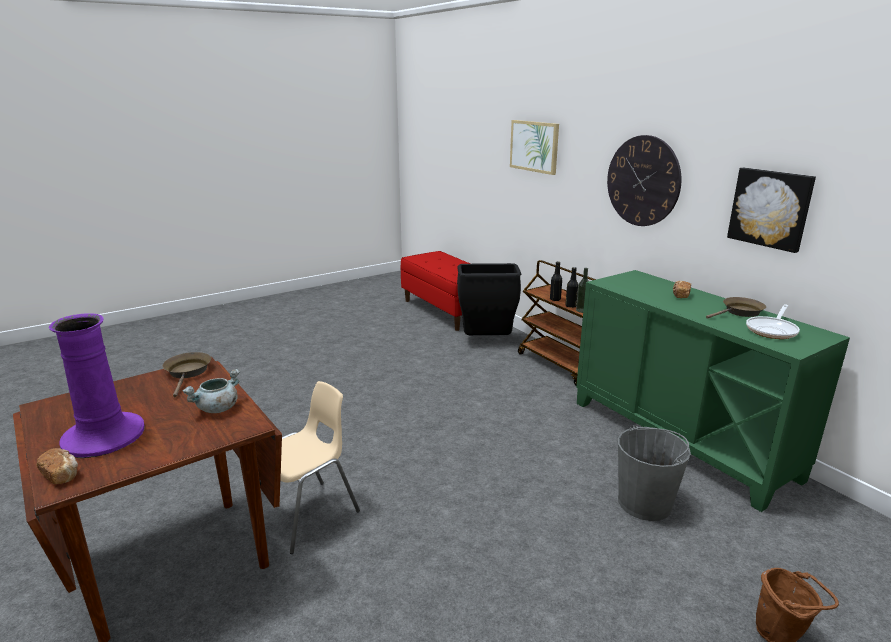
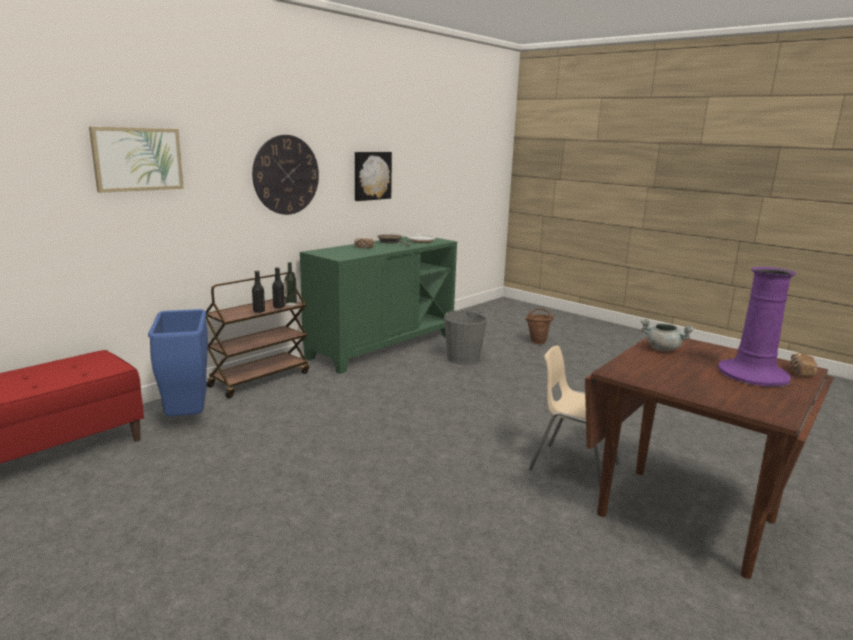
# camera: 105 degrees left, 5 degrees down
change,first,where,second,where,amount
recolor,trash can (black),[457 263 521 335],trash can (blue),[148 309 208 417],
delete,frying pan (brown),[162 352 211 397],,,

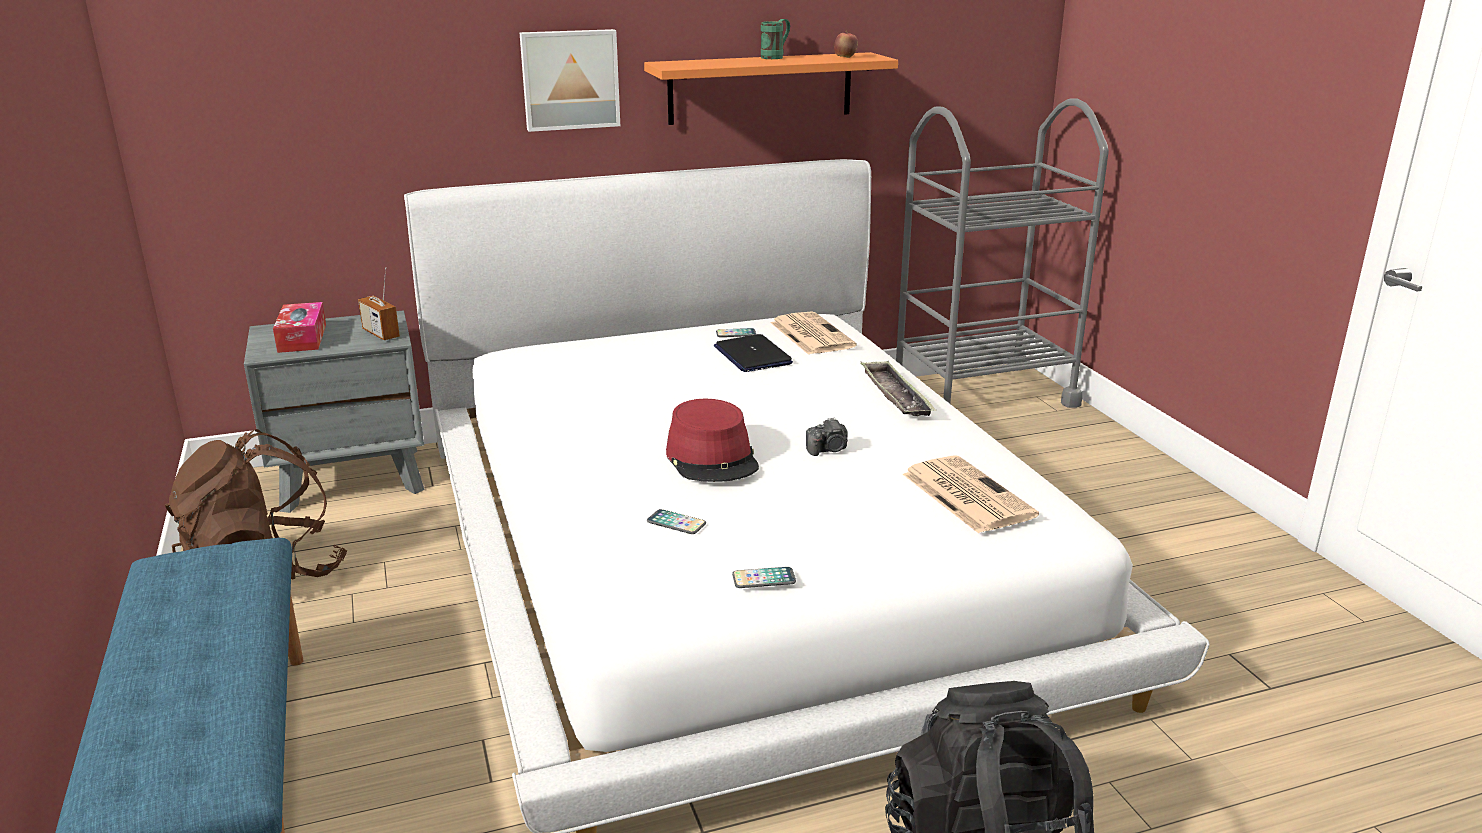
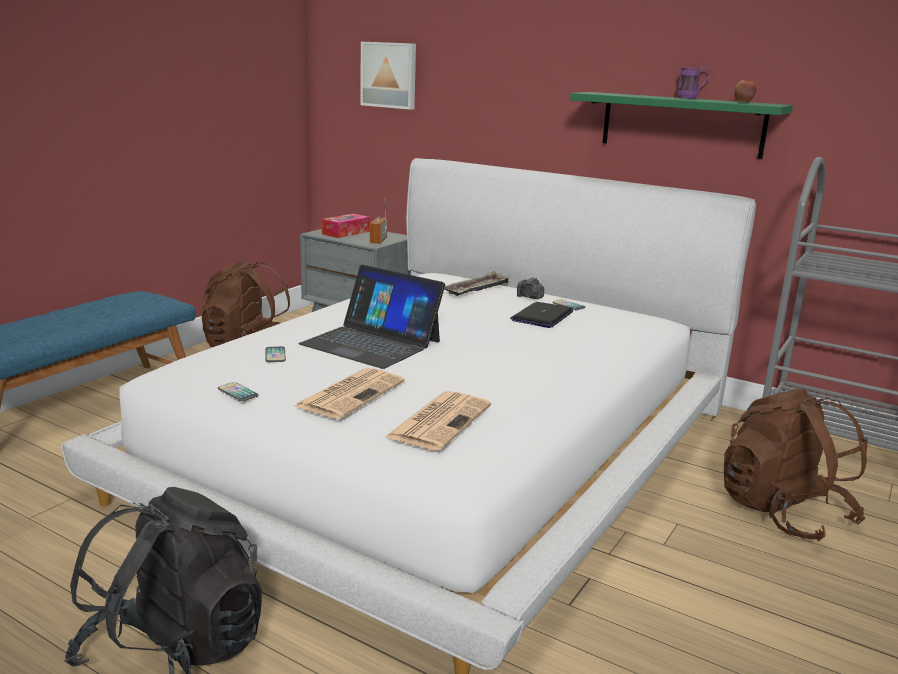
# camera: 50 degrees right, 5 degrees down
change,first,where,second,where,amount
move,newspaper,[770 311 857 355],,[295 368 405 419],
replace,hat (red),[666 399 759 482],laptop,[299 265 445 369],
move,picture,[520 29 620 132],,[360 42 416 110],
move,tray,[860 361 936 416],,[444 271 511 296],
move,photo camera,[806 417 848 456],,[517 277 544 299],
recolor,shelf (orange),[644 52 898 125],shelf (green),[570 92 793 159],
recolor,mug (green),[761 19 790 59],mug (purple),[677 67 711 99],
insert,,,backpack (brown),[724 388 868 542],

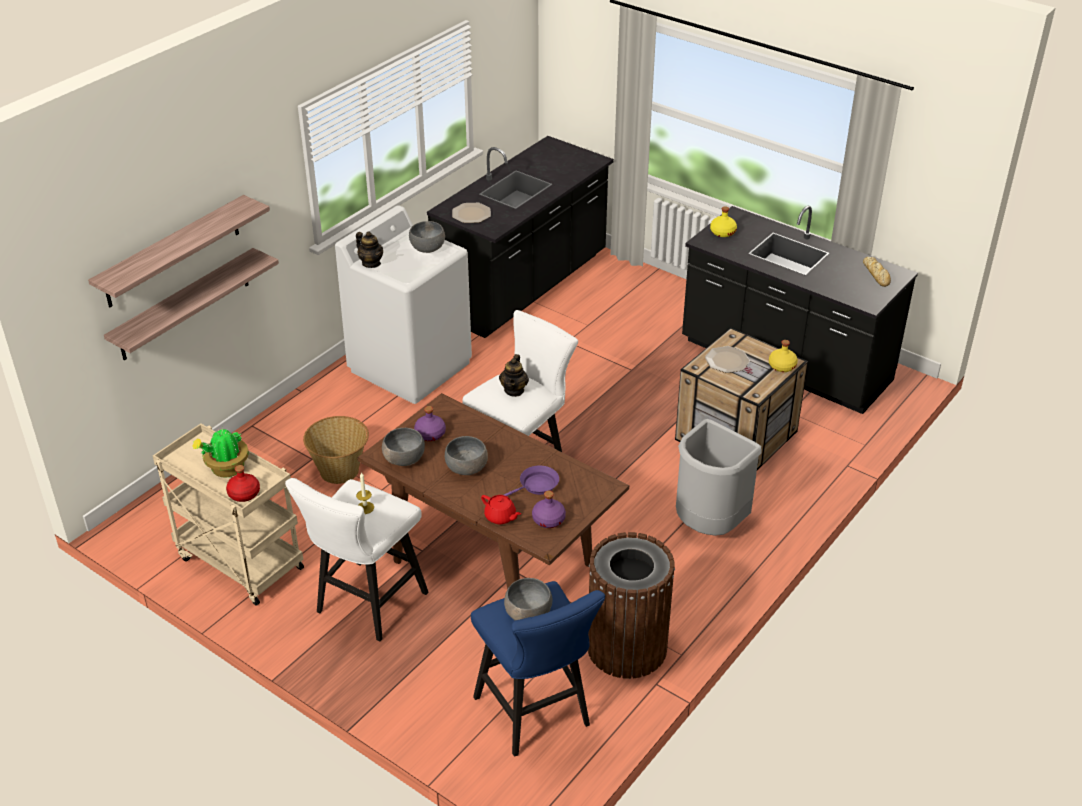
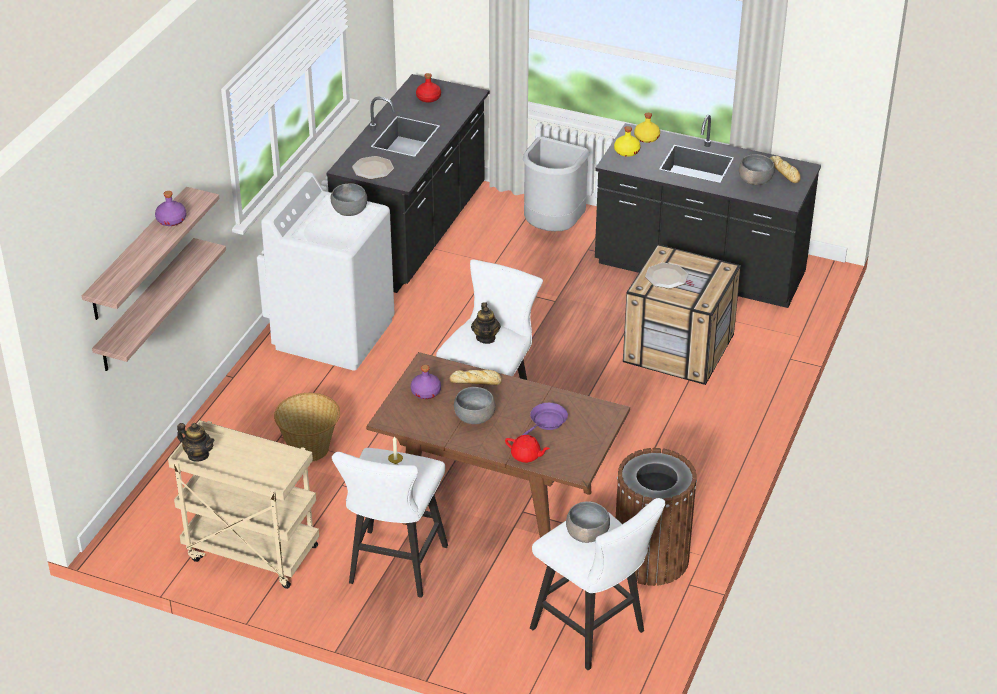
# camera: 15 degrees left, 0 degrees up
change,first,where,second,where,amount
move,bottle (purple),[532 491 566 528],,[155 191 187 226],
move,teapot,[356 232 383 268],,[177 423 215 462],
move,bottle (red),[226 465 260 502],,[416 73 441 103],
insert,,,bread,[449 370 502 385],
move,trash can (grey),[676 419 762 536],,[523 137 590 231],
recolor,stool (blue),[471 581 605 757],stool (white),[530 498 665 670],
move,bottle (yellow),[769 340 798 372],,[634 113 660 143],
move,bowl (grey),[382 428 425 466],,[739 154 775 185],
delete,potted plant,[192 426 249 478],,,

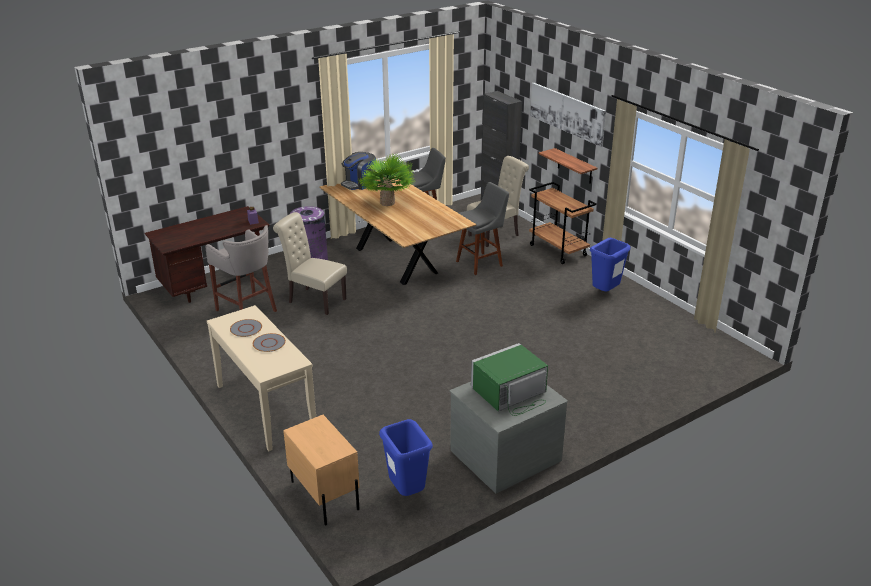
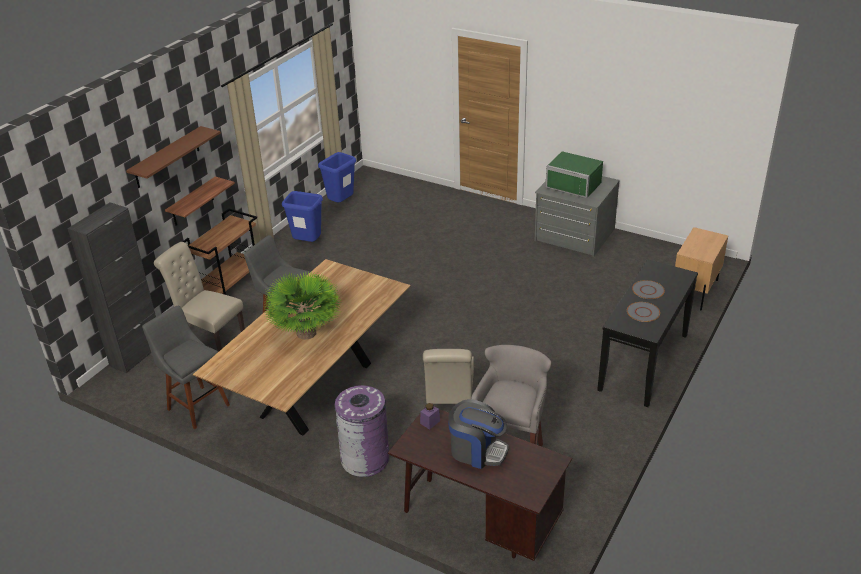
# camera: 115 degrees left, 5 degrees up
change,first,where,second,where,amount
replace,picture,[530 83 606 147],shelf (brown),[126 126 221 188],
move,trash can (blue),[379 419 433 496],,[318 152 356 203],
move,coffee machine,[341 152 376 190],,[448 399 509 469],
recolor,console table (beige),[207 305 316 451],console table (black),[597 260 698 407],

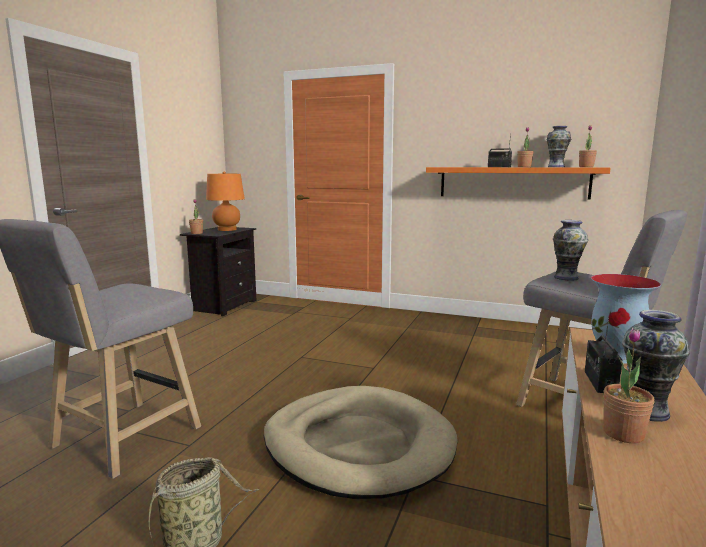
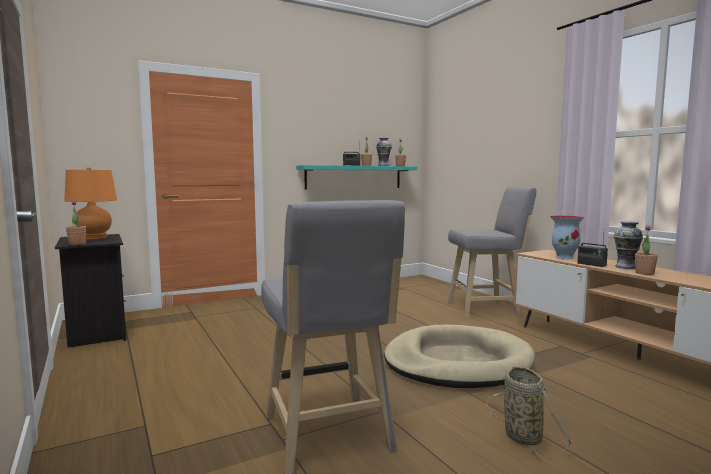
# camera: 50 degrees left, 5 degrees down
change,first,where,second,where,amount
recolor,shelf (orange),[426 167 611 199],shelf (turquoise),[296 165 417 190],
delete,vase,[553 220 588 281],,,

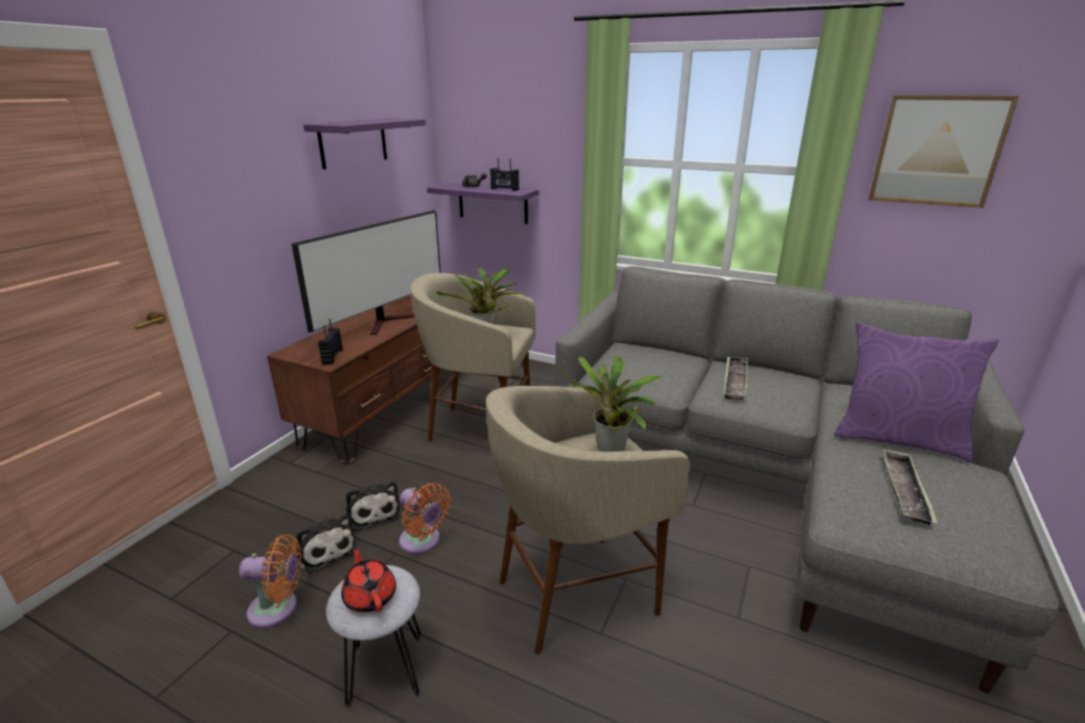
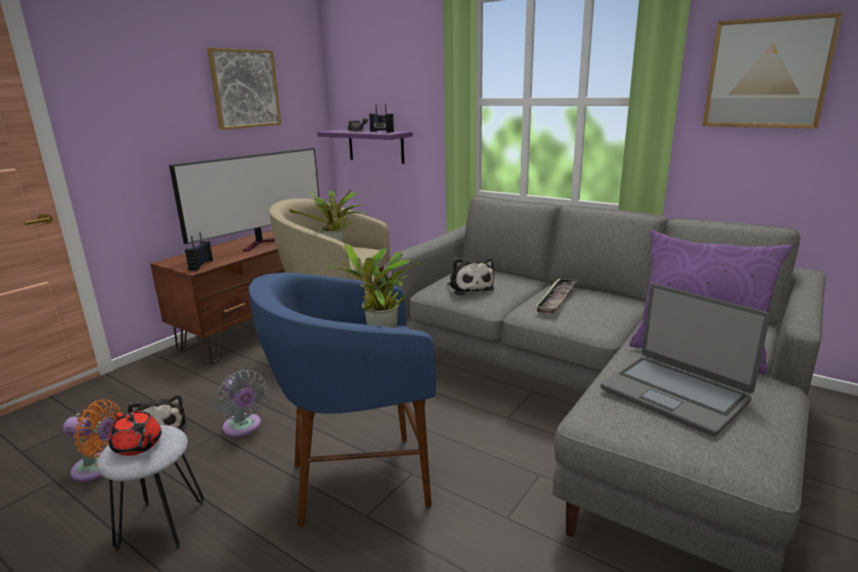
# camera: 10 degrees right, 5 degrees down
change,first,where,second,where,amount
rotate,teapot (red),[341 545 396 613],,[109 411 162 456],150 degrees clockwise
replace,shelf (purple),[304 118 426 169],picture,[207 48 281 130],
recolor,fan (orange),[399 483 451 554],fan (grey),[215 370 268 437],
recolor,stool (beige),[486 386 690 654],stool (blue),[248 273 436 527],
move,plush toy,[346 481 401 531],,[447 258 494 295],
replace,tray,[882 448 938 525],laptop,[600 284 770 436],

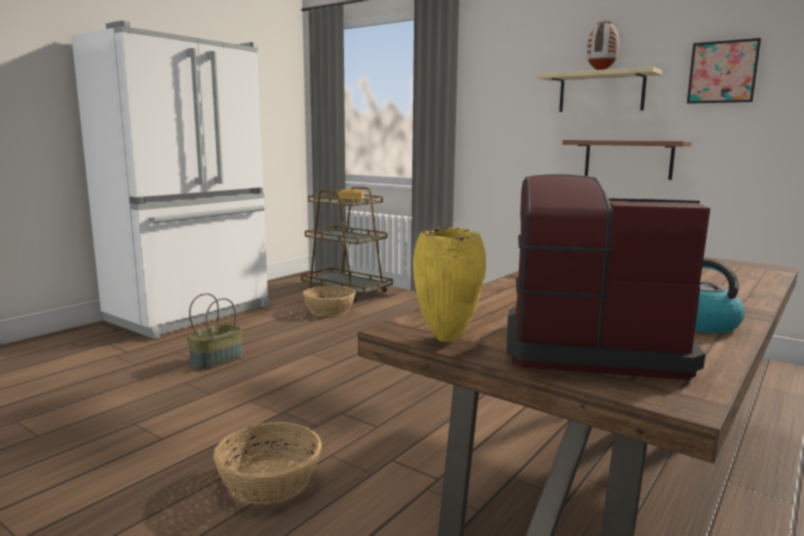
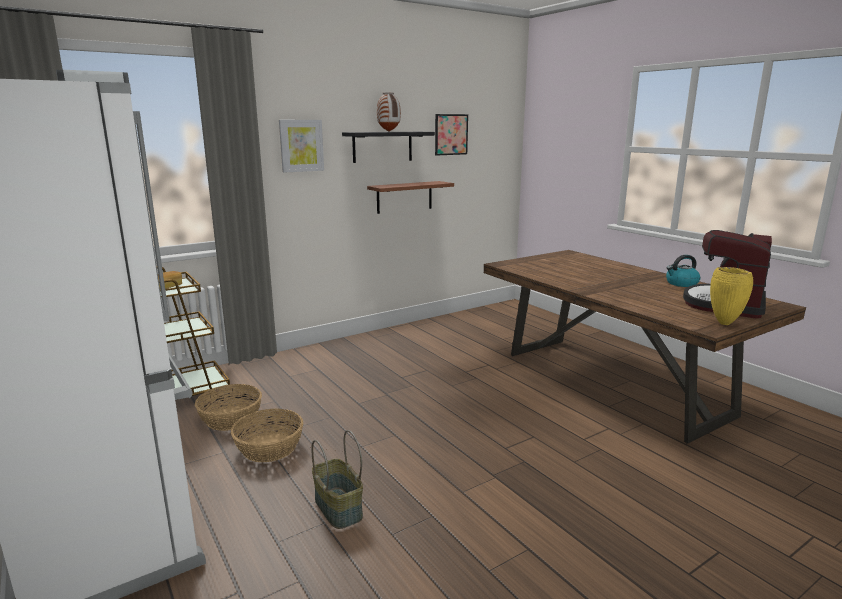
# camera: 70 degrees left, 5 degrees up
change,first,where,second,where,amount
move,basket,[213 422 322 504],,[231 408 303 462],
insert,,,picture,[279 120 324 173],
recolor,shelf (beige),[536 67 662 112],shelf (black),[342 132 435 163],

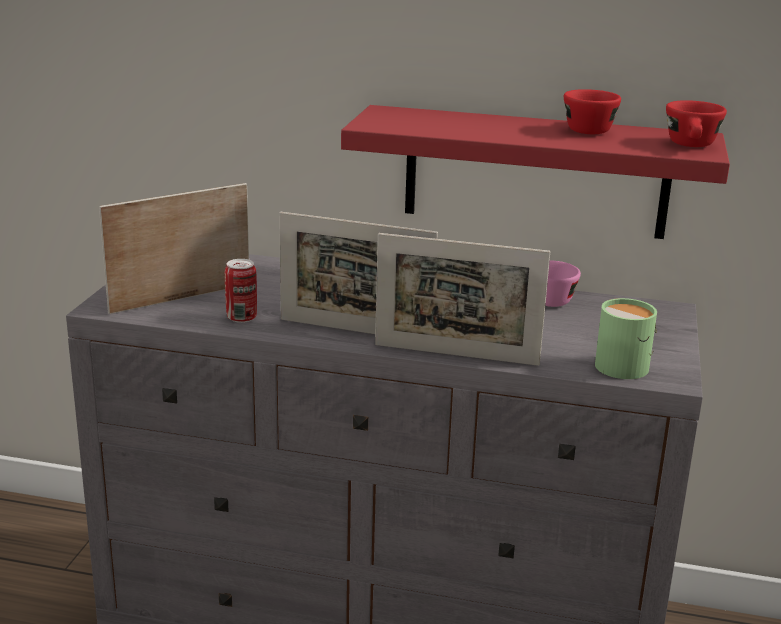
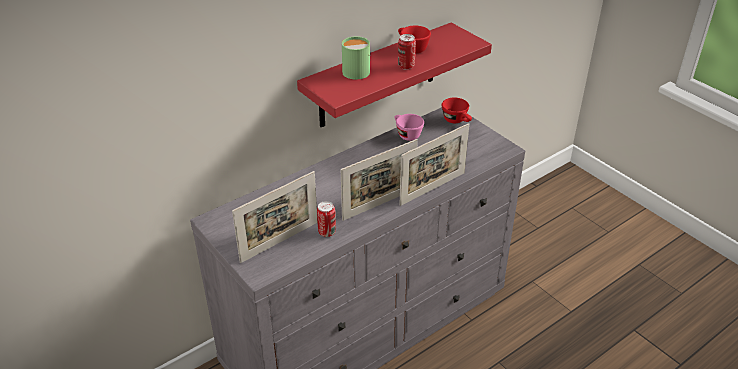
# camera: 50 degrees left, 15 degrees up
change,first,where,second,where,amount
rotate,picture frame,[99 183 249 314],,[232 171 318 263],135 degrees counterclockwise
move,mug (green),[595 298 657 379],,[342 36 371 80],
insert,,,can,[398 34 416 70],
move,cup (red),[666 100 727 147],,[442 98 472 123],

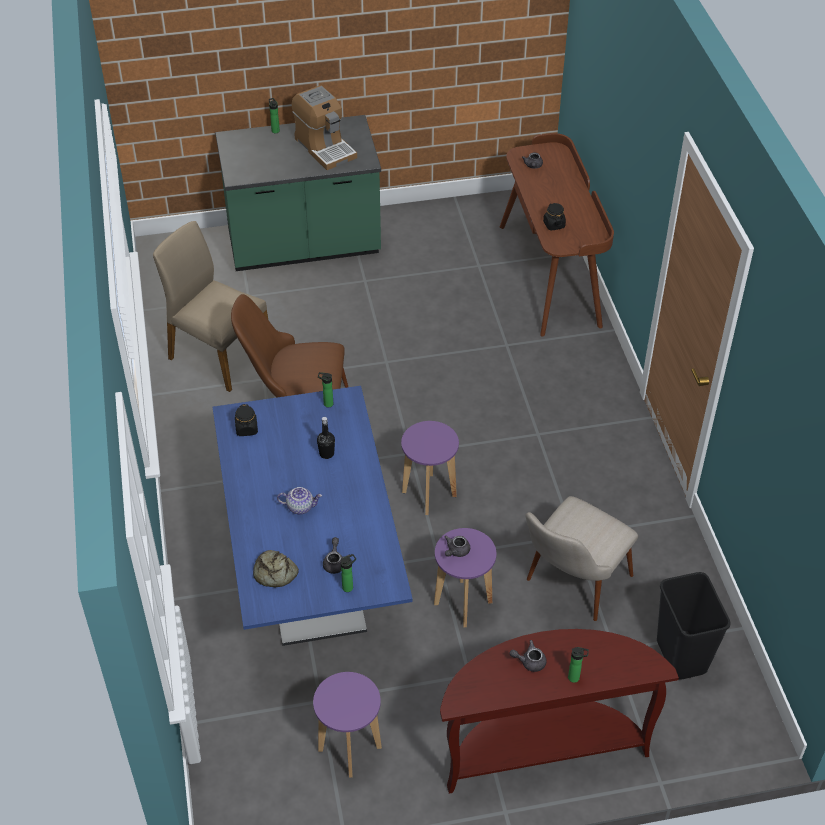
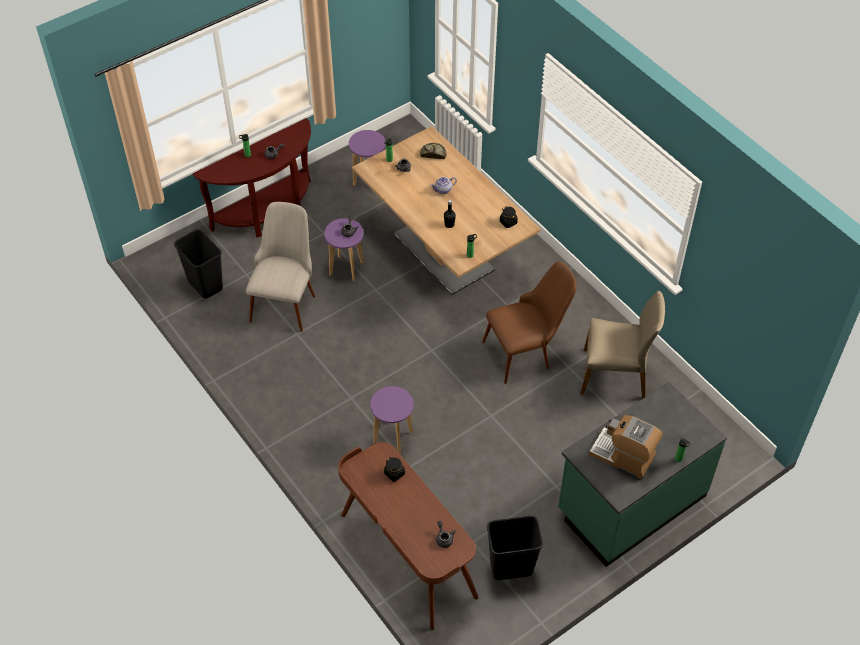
# camera: 155 degrees right, 5 degrees up
change,first,where,second,where,amount
recolor,dining table (blue),[213 386 413 646],dining table (brown),[352 126 541 295],
move,stool (purple),[401 421 459 515],,[370 386 414 454],
insert,,,trash can (black),[487 516 543 580],

